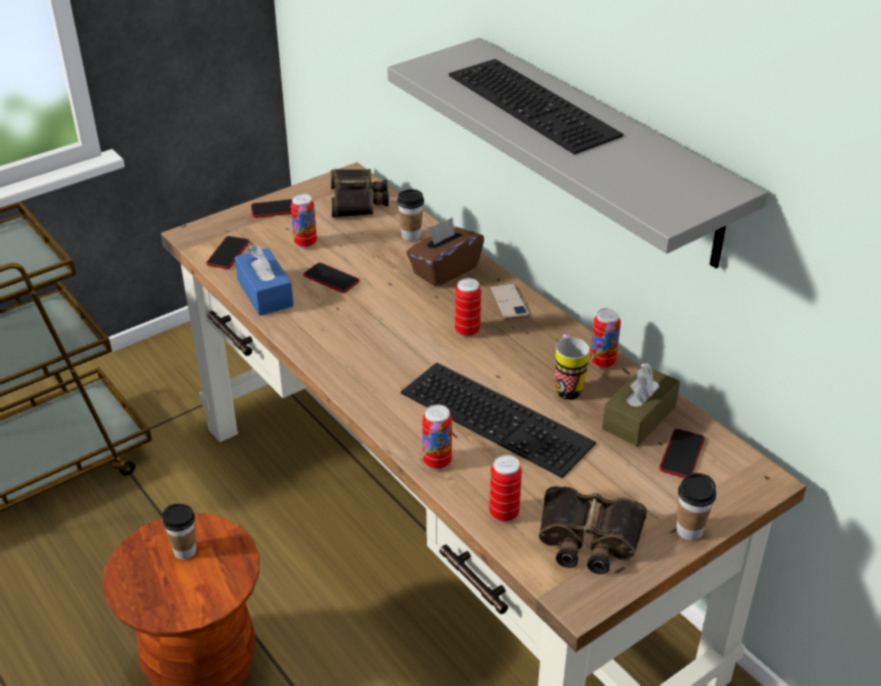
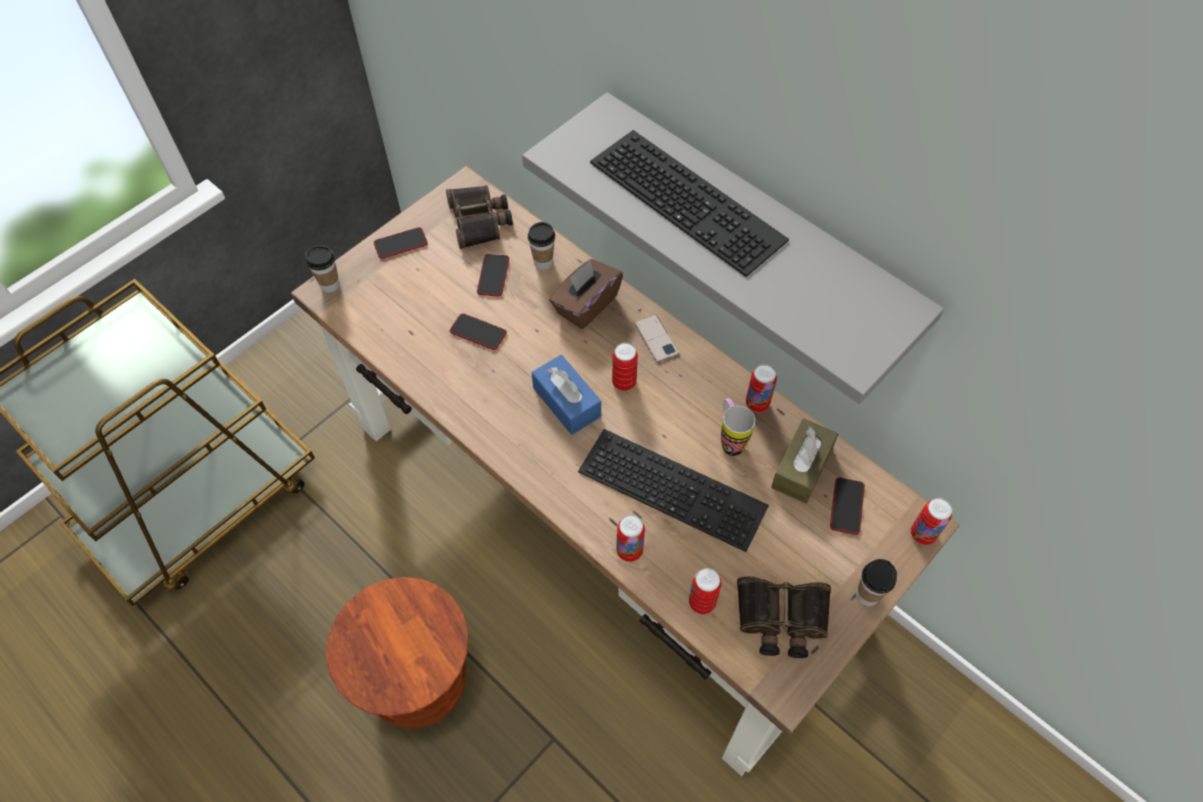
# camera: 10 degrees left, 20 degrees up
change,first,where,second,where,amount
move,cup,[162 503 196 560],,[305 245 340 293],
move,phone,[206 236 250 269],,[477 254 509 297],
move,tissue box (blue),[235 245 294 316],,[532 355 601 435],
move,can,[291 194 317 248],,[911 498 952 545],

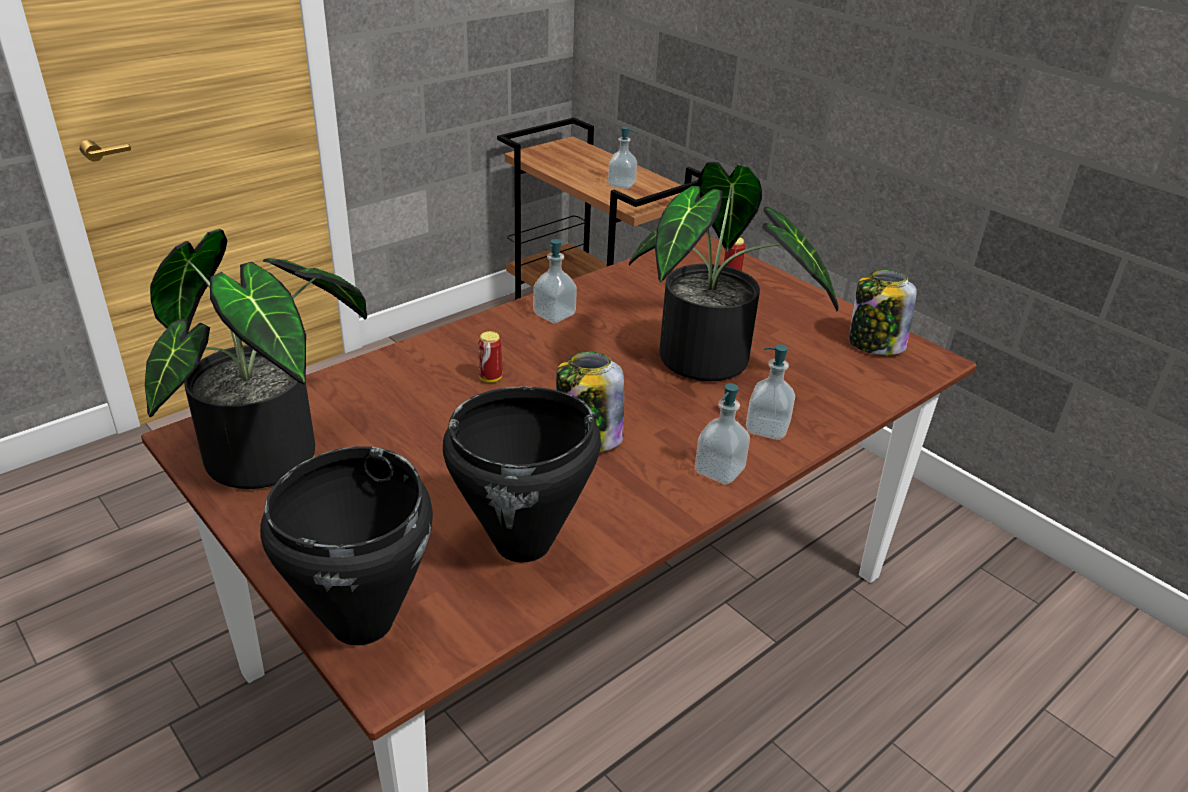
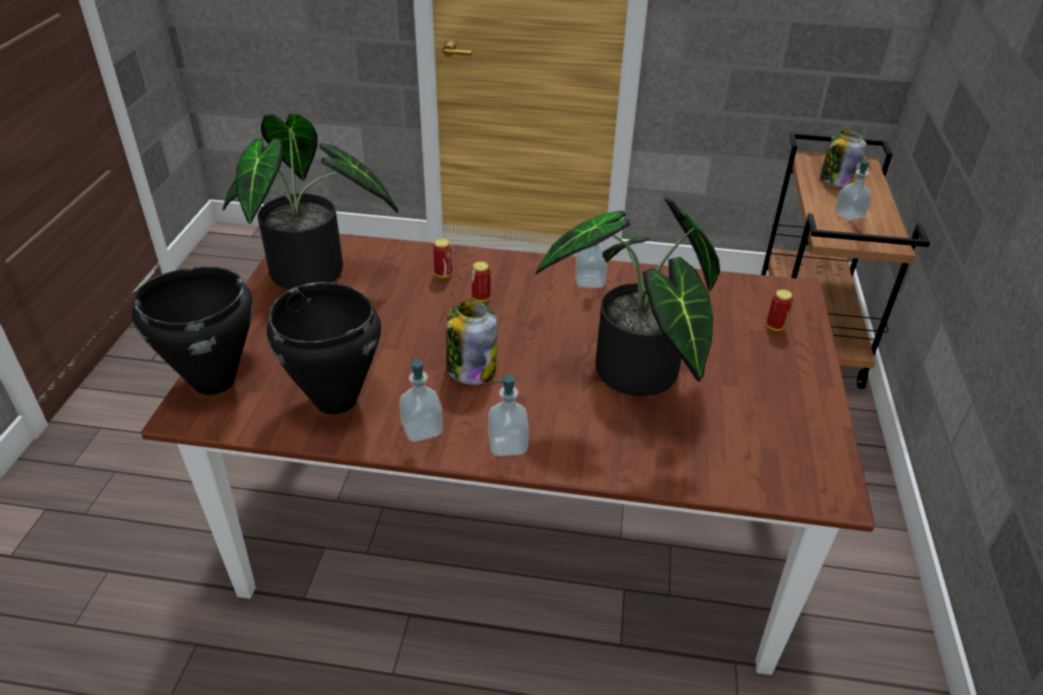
# camera: 50 degrees right, 5 degrees up
change,first,where,second,where,amount
move,soap dispenser,[746 344 795 440],,[399 358 443 442],
insert,,,can,[433 238 452 278],
move,jar,[849 270 917 355],,[820 130 867 188],

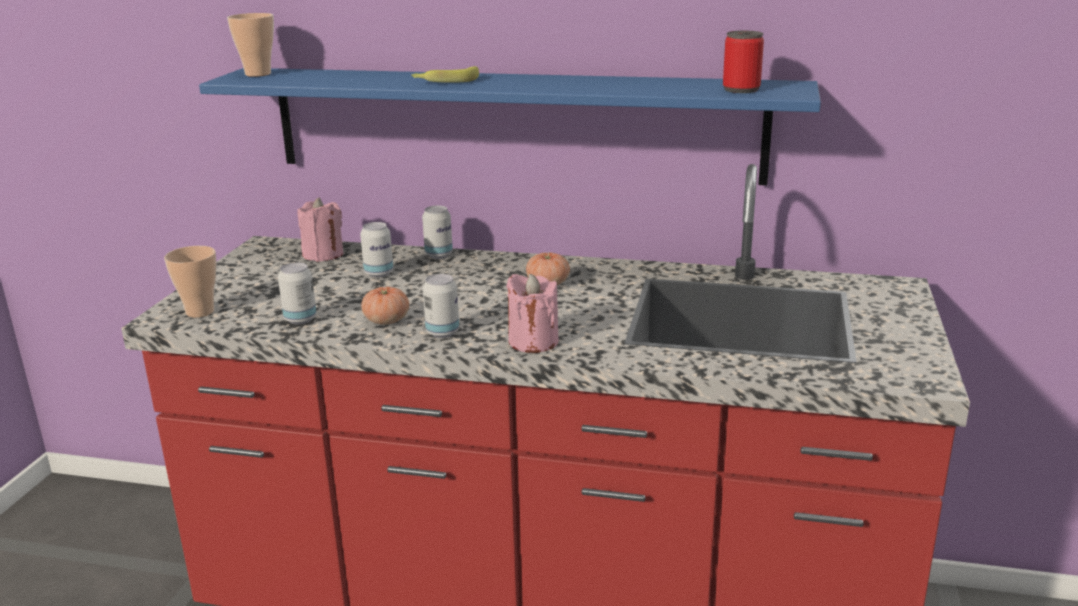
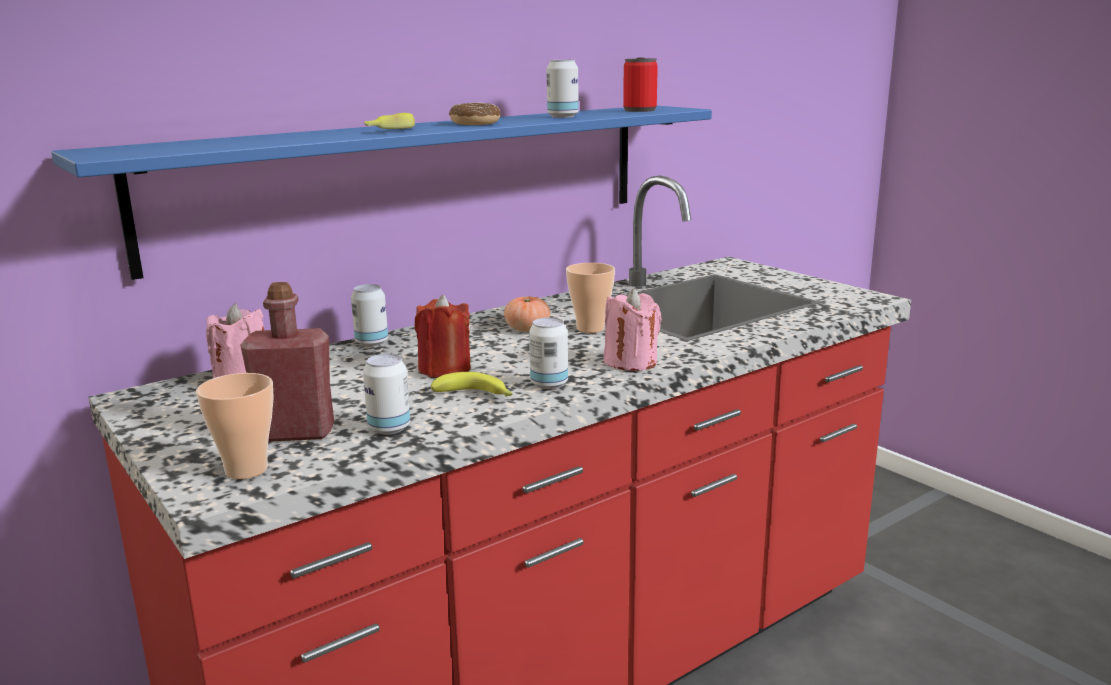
# camera: 50 degrees left, 5 degrees down
change,first,where,second,where,amount
insert,,,bottle (red),[240 282 334 442],
insert,,,candle (red),[415 295 471 378],
replace,tomato,[361 287 409 325],banana,[431 372 513 397],
insert,,,donut,[449 103 501 125],
move,can,[360 222 393 278],,[546 60 579 118],
move,cup,[227 13 274 77],,[566 263 615 333],

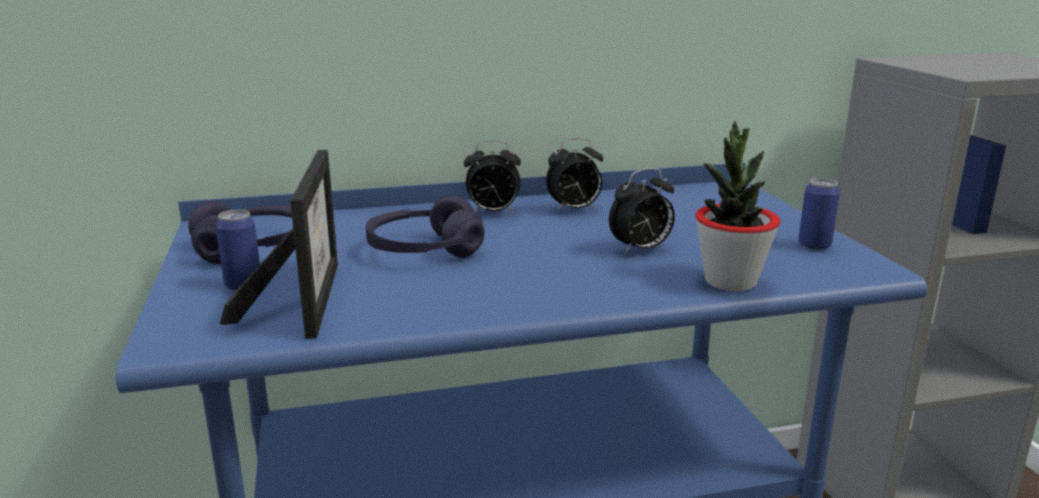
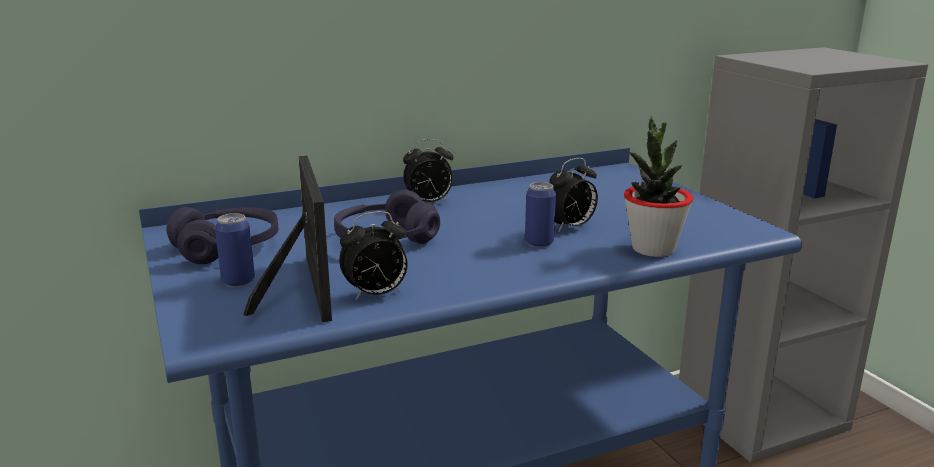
# camera: 10 degrees left, 0 degrees up
change,first,where,second,where,amount
move,alarm clock,[546 138 603 212],,[339 211 407 300],
move,can,[798 178 840 250],,[525 182 556 247],

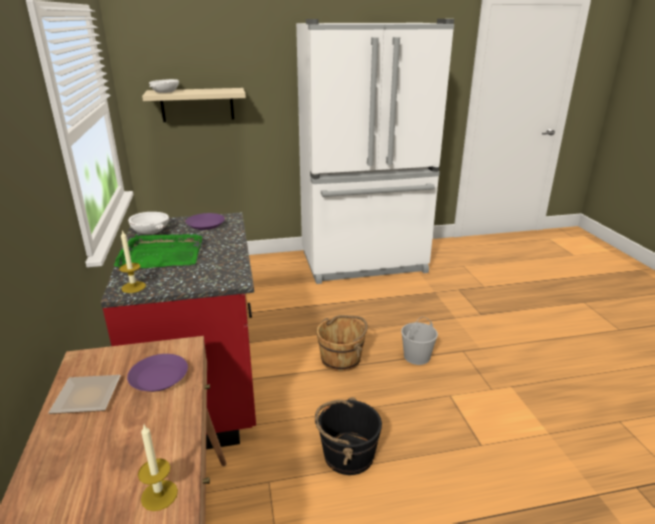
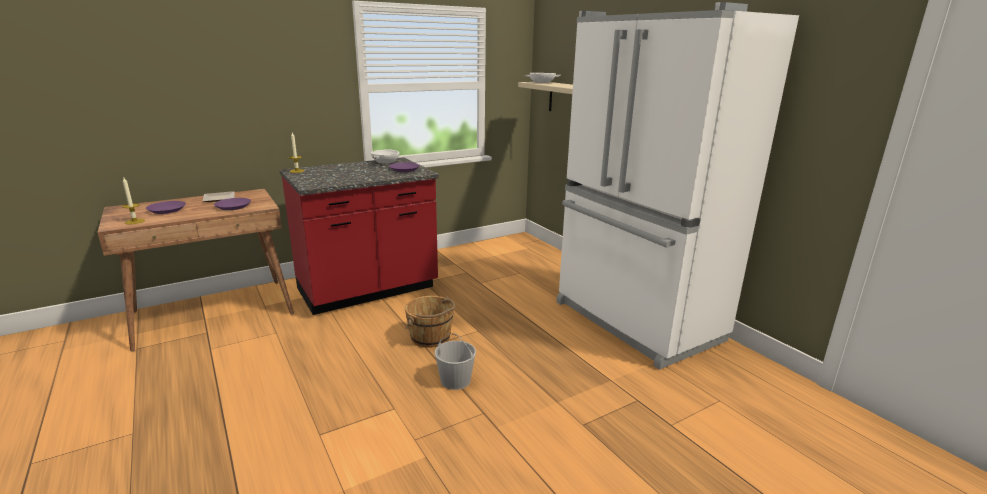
# camera: 70 degrees right, 5 degrees down
change,first,where,second,where,amount
insert,,,plate (purple),[146 201 186 214],
delete,tray (green),[114 234 202 268],,,
delete,bucket (black),[315 397 382 475],,,

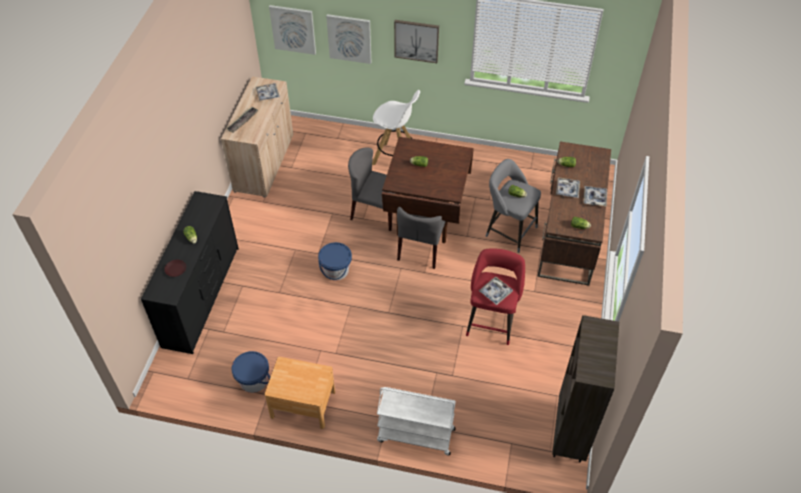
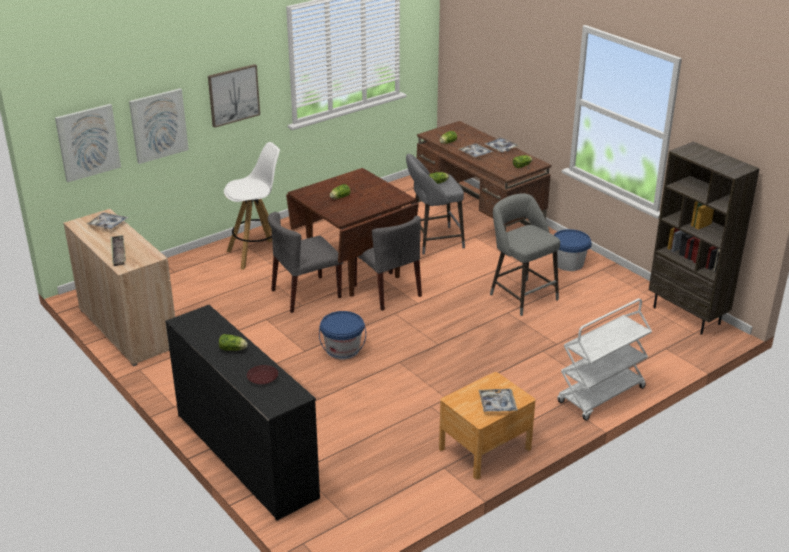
# camera: 50 degrees left, 20 degrees down
change,first,where,second,where,amount
move,tray,[479 276 513 305],,[479 389 518 412],
recolor,stool (red),[466 248 525 345],stool (grey),[490 193 560 316],
move,bucket (blue),[232 351 270 393],,[554 229 592 271],

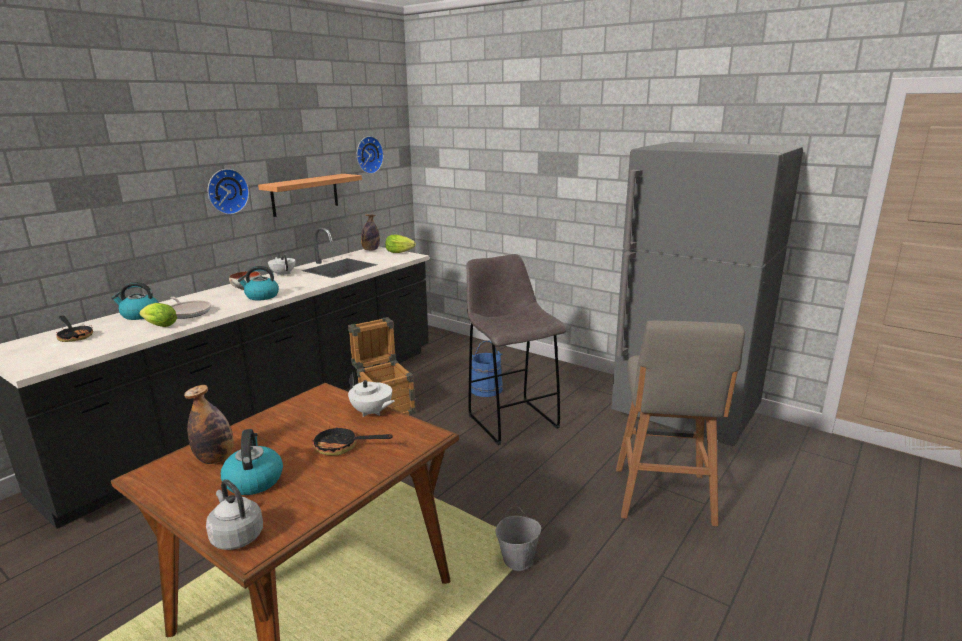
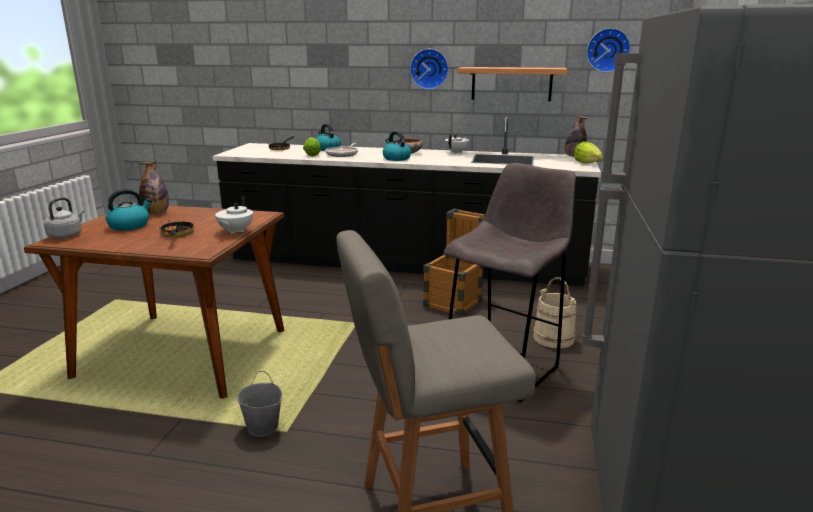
# camera: 65 degrees right, 0 degrees up
change,first,where,second,where,amount
recolor,bucket (blue),[471 340 503 397],bucket (beige),[533 277 577 348],

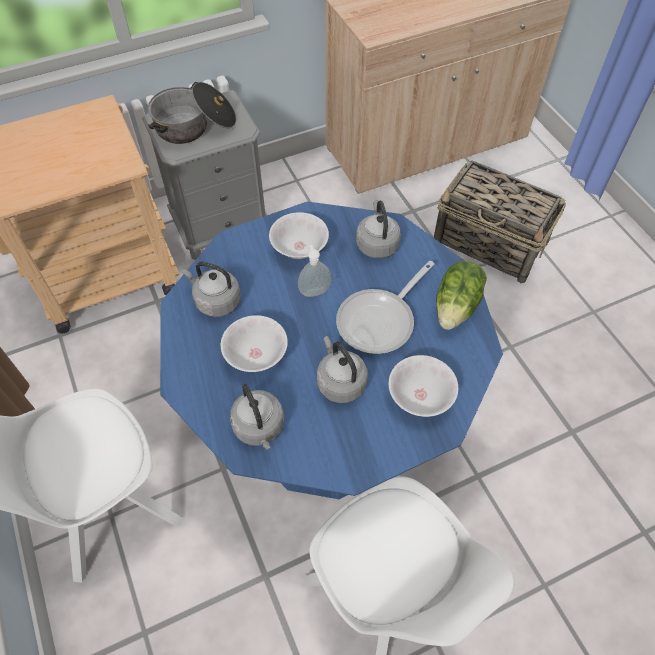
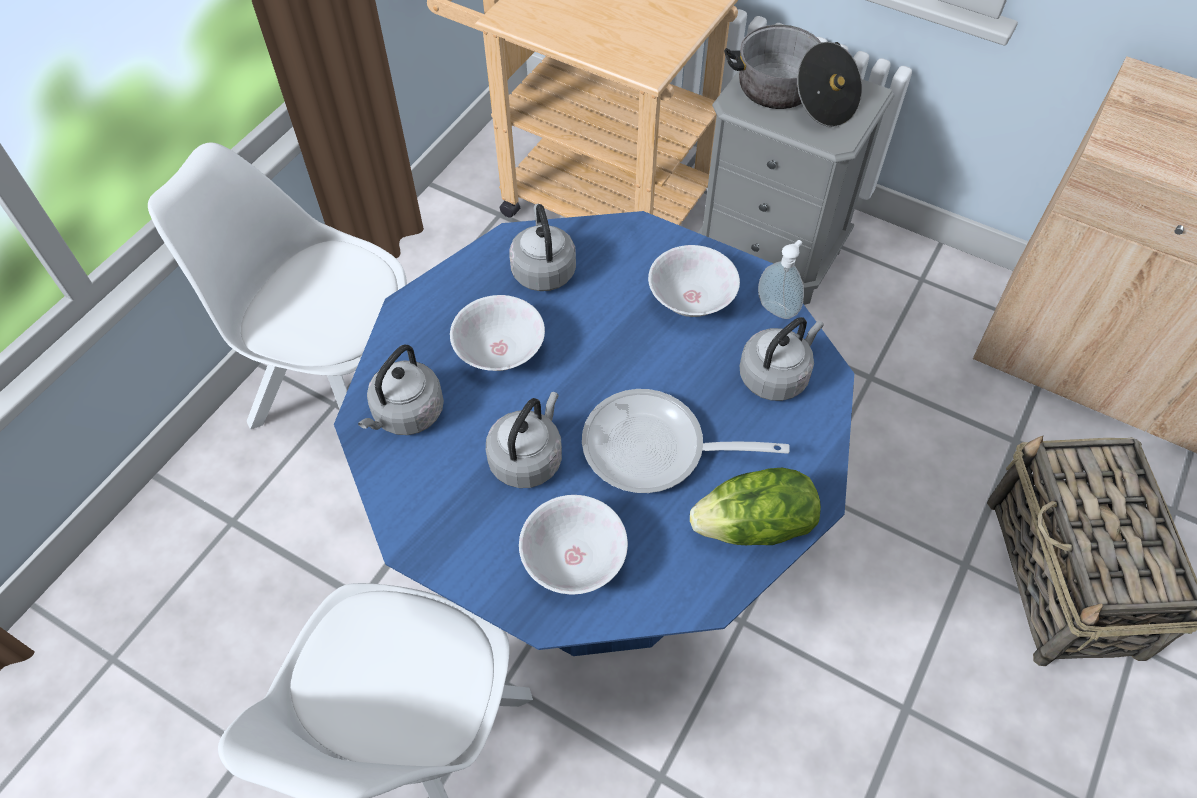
# camera: 55 degrees right, 0 degrees up
change,first,where,second,where,amount
move,soap dispenser,[298 245 331 297],,[758 240 804 319],

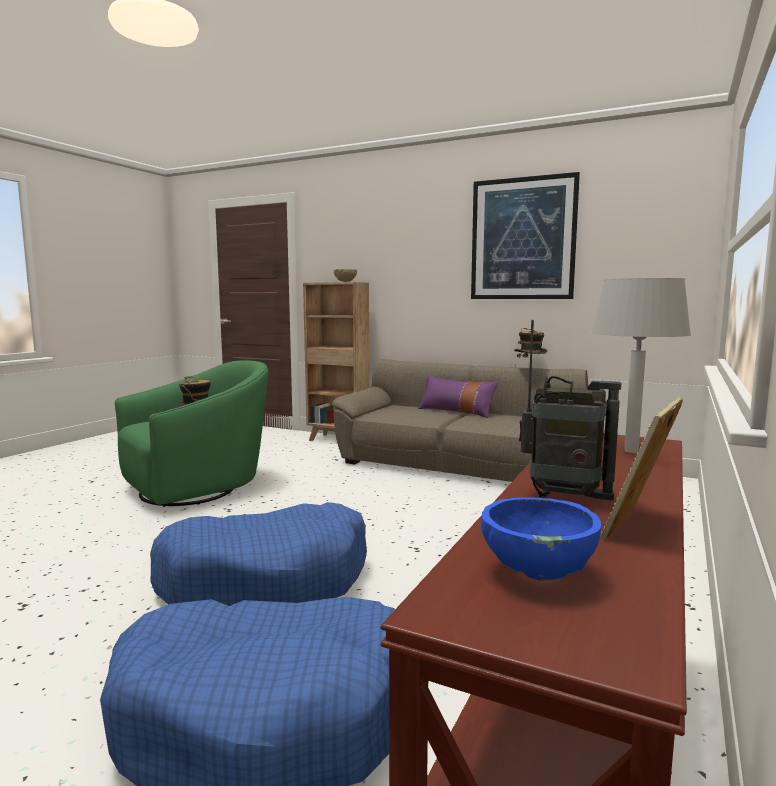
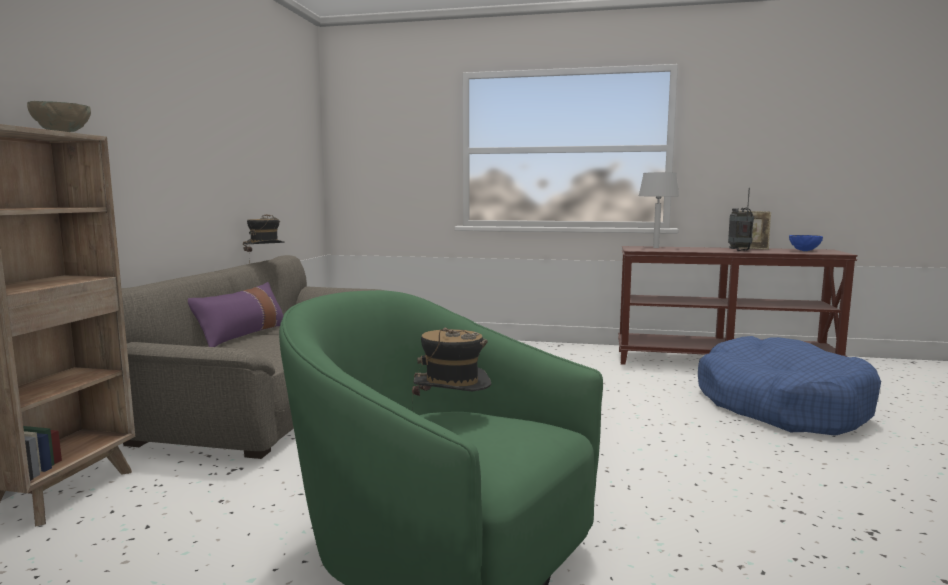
# camera: 105 degrees left, 0 degrees up
change,first,where,second,where,amount
delete,dog bed (blue),[150 502 367 606],,,
delete,picture,[471 172 580 299],,,

